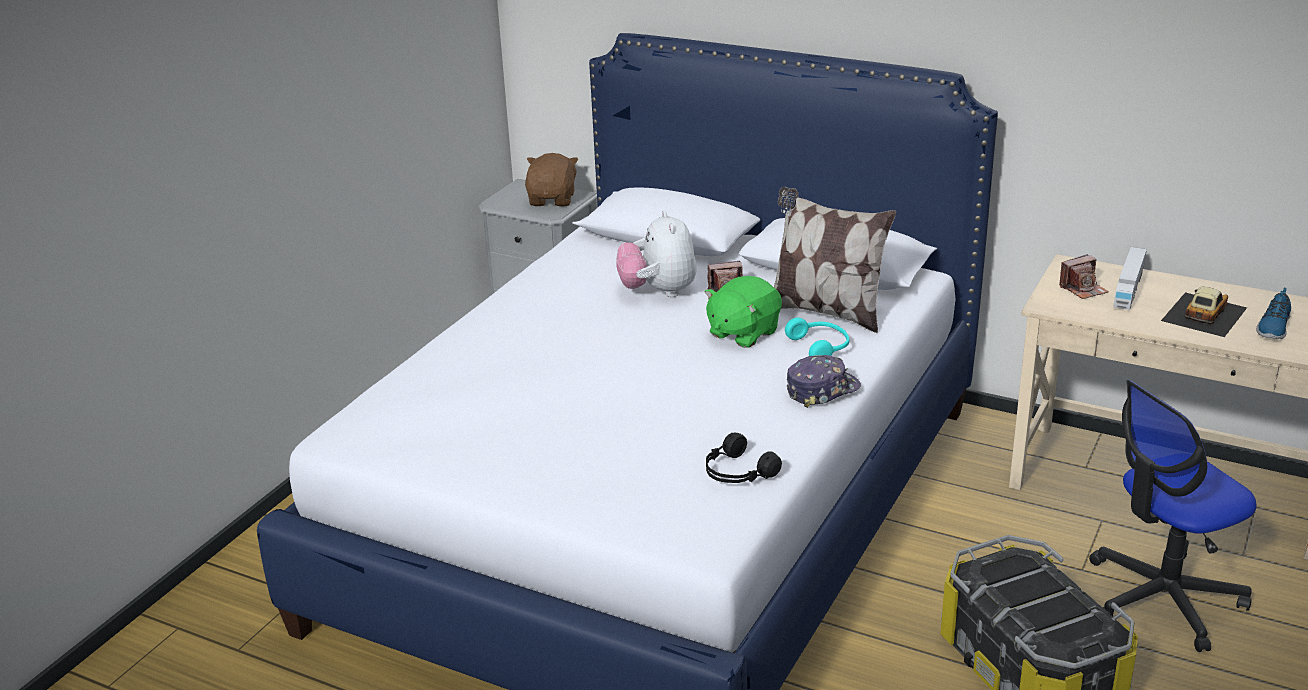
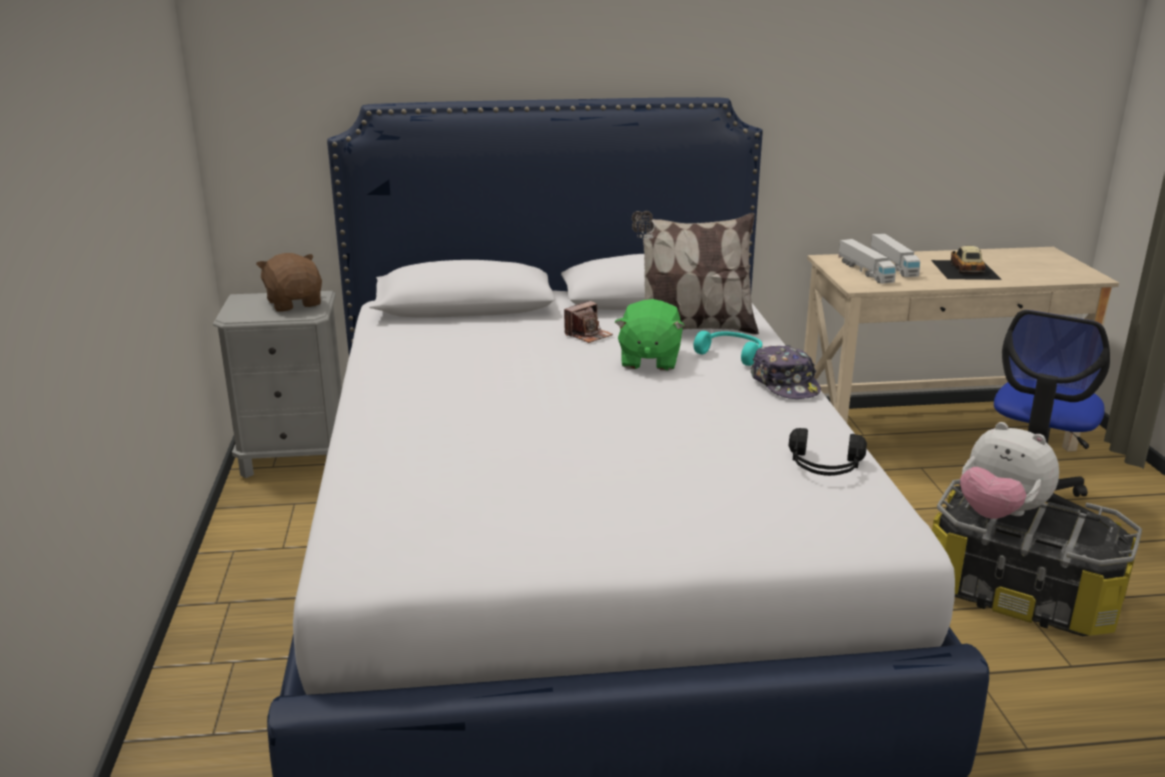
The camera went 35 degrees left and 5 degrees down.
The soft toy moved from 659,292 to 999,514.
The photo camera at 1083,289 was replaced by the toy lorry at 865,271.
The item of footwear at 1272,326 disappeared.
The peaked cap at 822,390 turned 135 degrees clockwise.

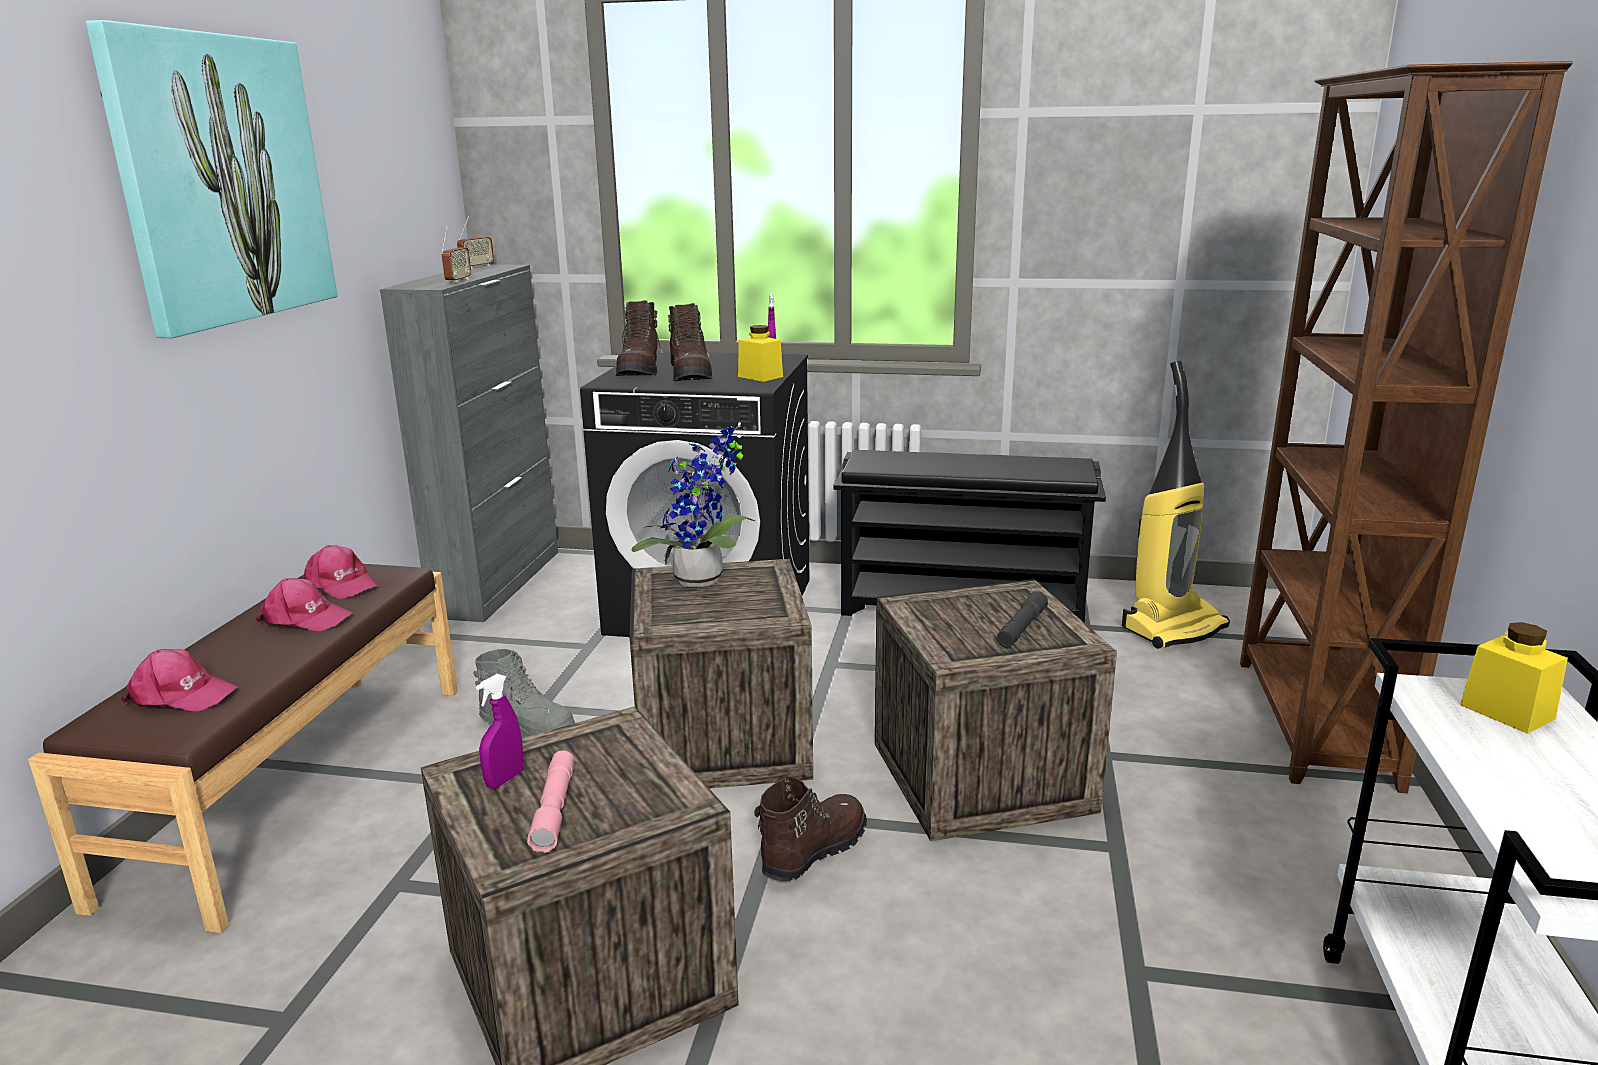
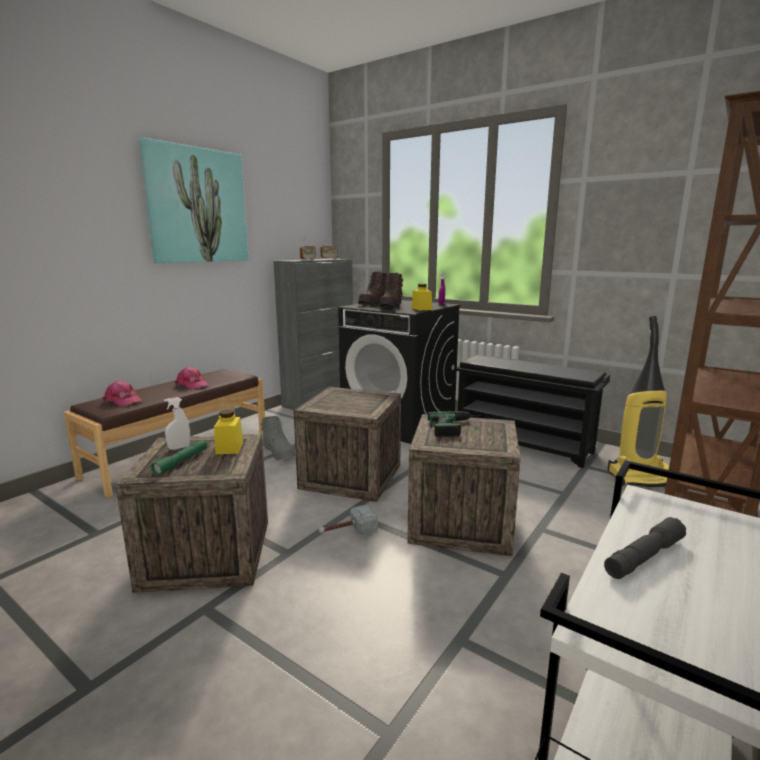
The camera went 25 degrees right and 5 degrees down.
The plant in a pot at 703,581 disappeared.
The peaked cap (pink-coloured) at 341,584 disappeared.
The torch (gray) moved from 1021,628 to 644,557.
The jar (yellow-coloured) moved from 1507,712 to 229,448.
The sprayer (purple) at 505,779 became the sprayer (white-coloured) at 179,448.
The torch (pink-coloured) at 554,809 became the torch (green) at 181,462.
The high-top boot (brown-coloured) at 812,851 was replaced by the hammer at 347,531.
The drill at 457,427 appeared.

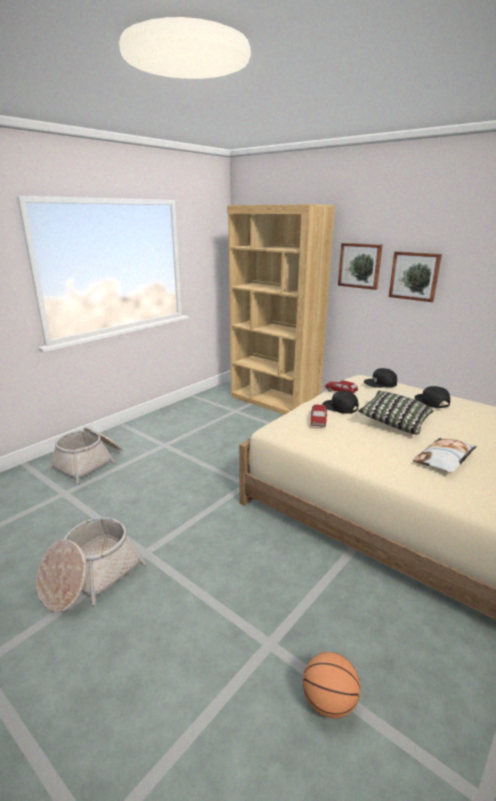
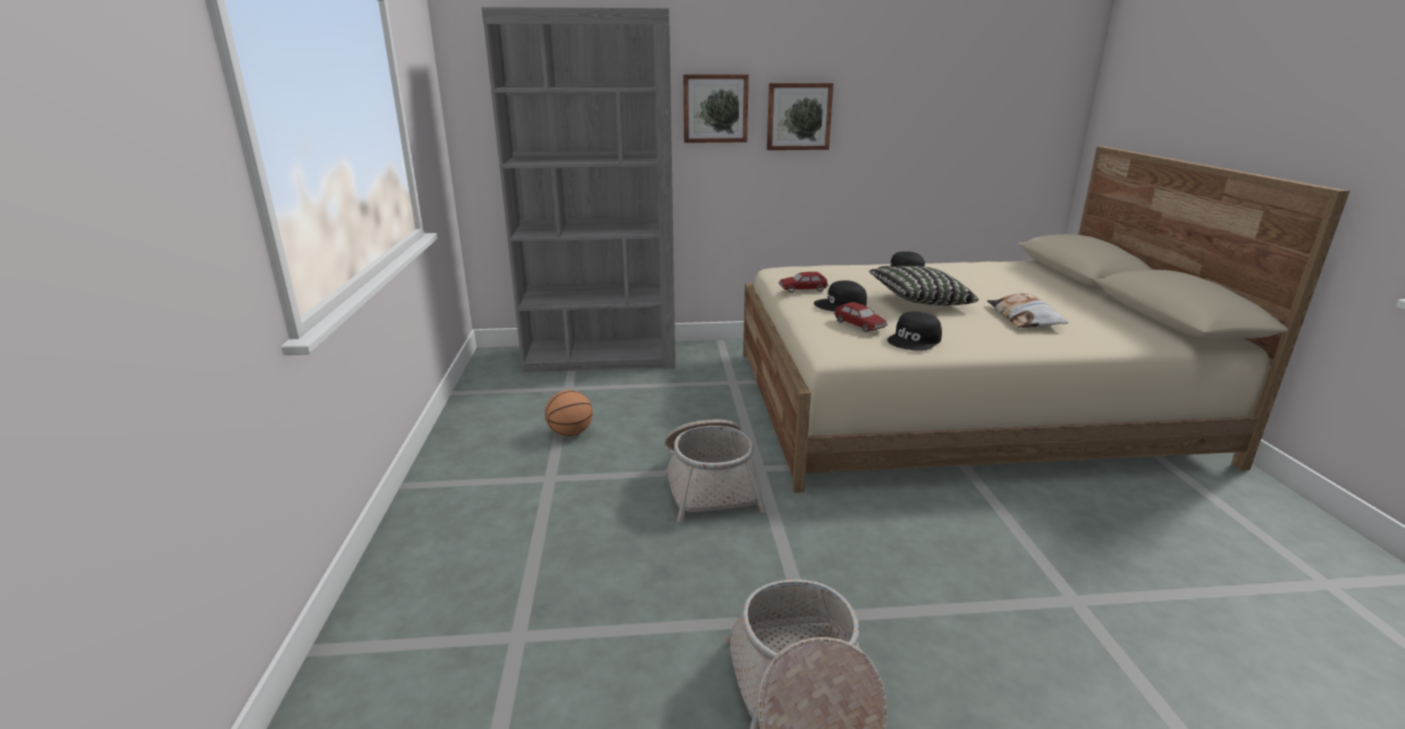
The camera went 45 degrees left and 0 degrees up.
The bookshelf (brown-coloured) at 274,402 became the bookshelf (gray) at 601,357.
The peaked cap (black-coloured) moved from 380,383 to 915,340.
The basket moved from 89,463 to 710,484.
The ball for basketball moved from 329,702 to 570,433.

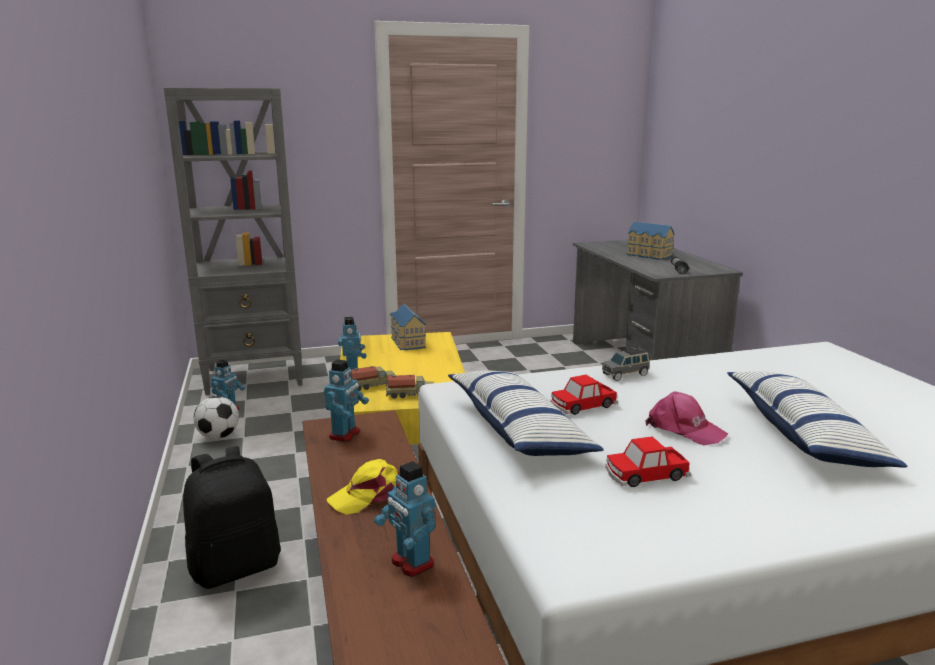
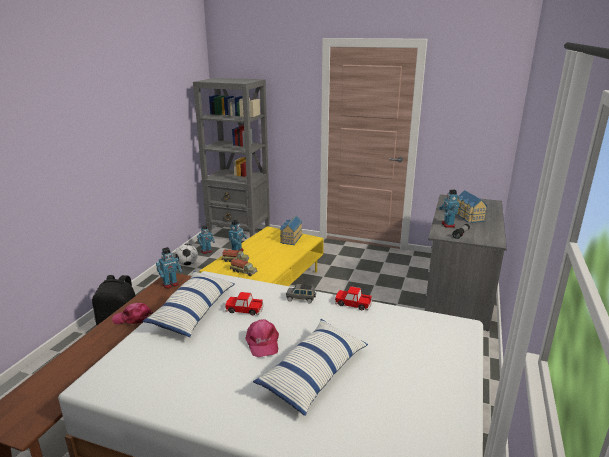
The camera went 35 degrees right and 5 degrees up.
The miniature car moved from 646,475 to 353,304.
The peaked cap (yellow-coloured) at 369,495 became the peaked cap (pink-coloured) at 133,318.
The toy robot moved from 411,563 to 447,225.

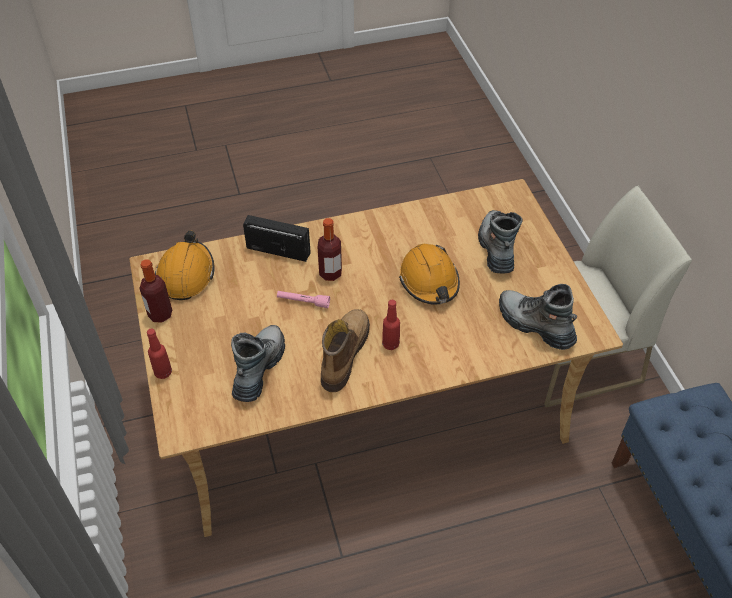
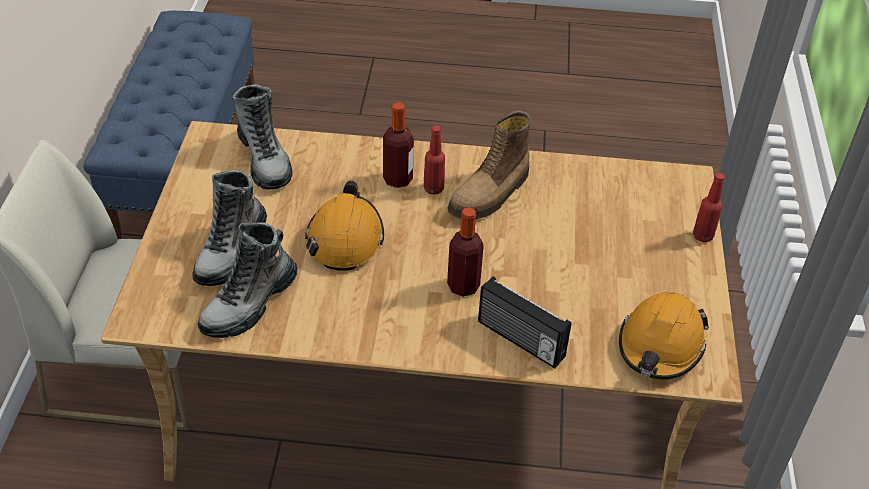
The camera went 160 degrees left and 5 degrees down.
The bottle moved from 160,314 to 397,179.
The torch (pink-coloured) at 303,302 disappeared.
The high-top boot moved from 259,368 to 249,304.

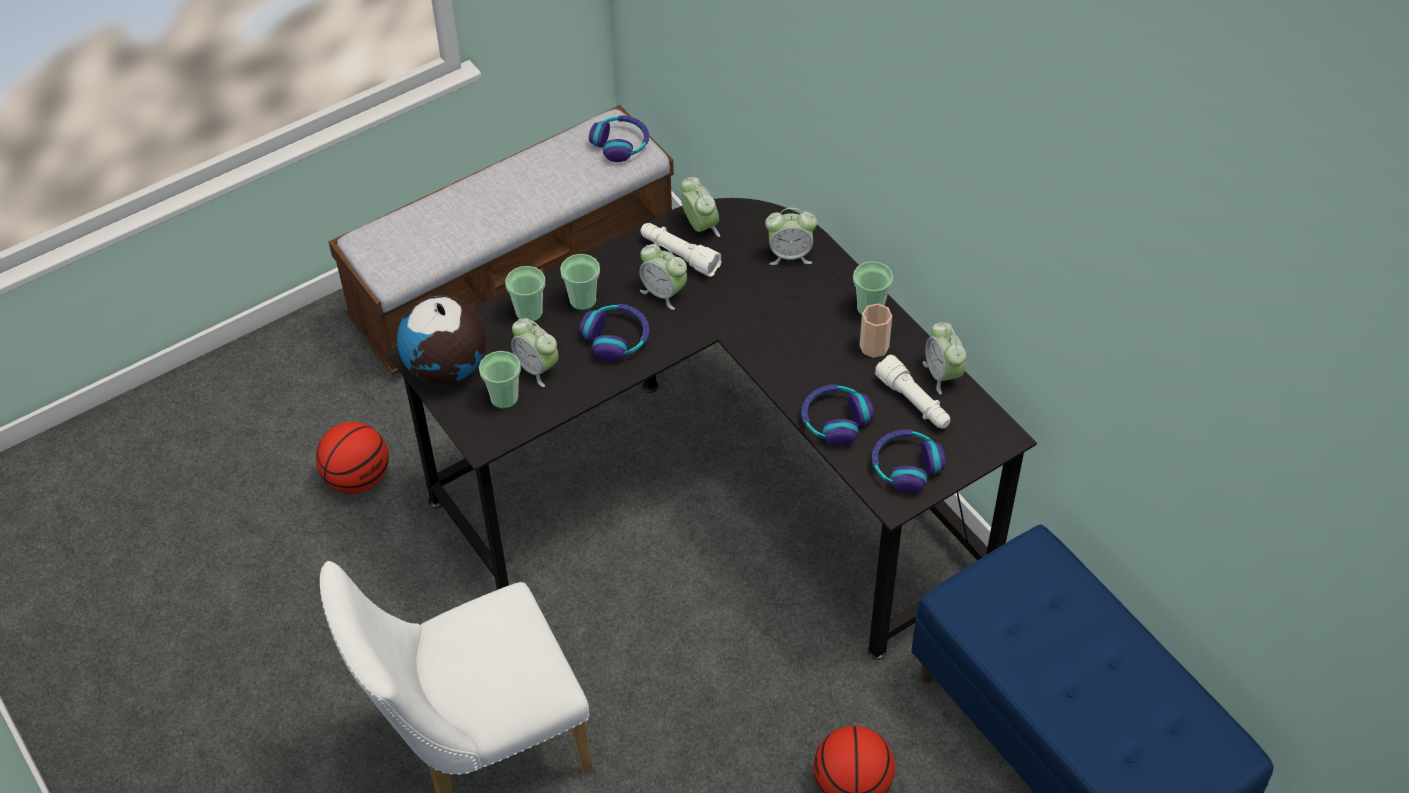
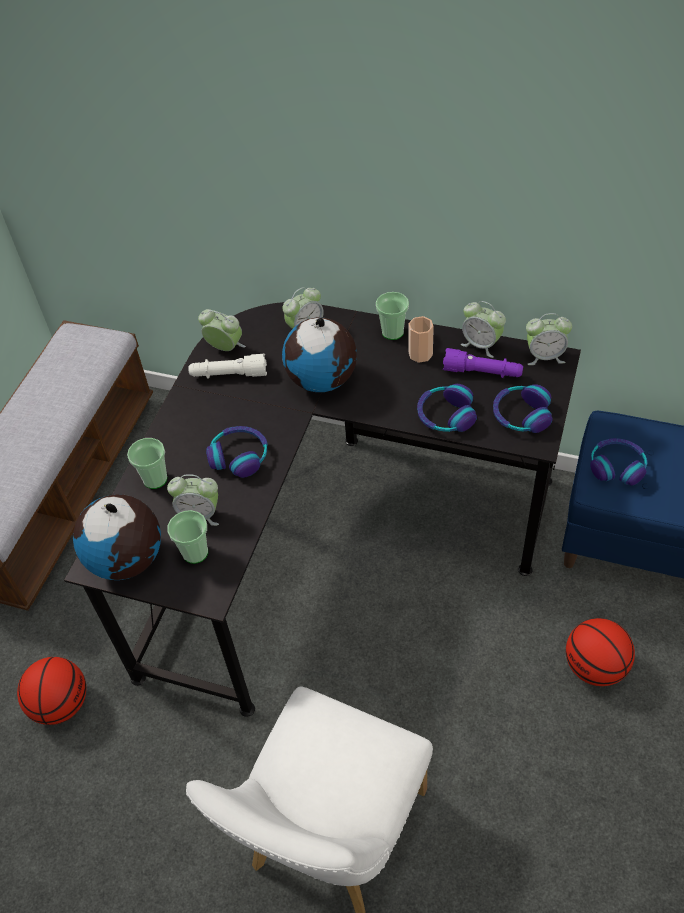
The camera went 35 degrees left and 0 degrees up.
The headphones moved from 621,144 to 617,466.
The bedside clock moved from 663,293 to 544,356.
The drinking cup at 583,300 disappeared.
The torch (white-coloured) at 914,402 became the torch (purple) at 482,372.
The desk globe at 323,380 appeared.

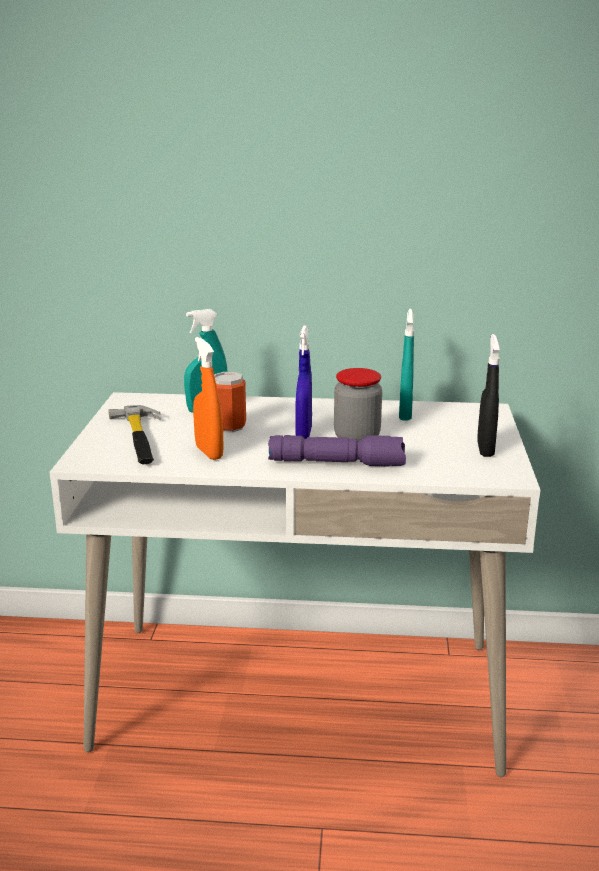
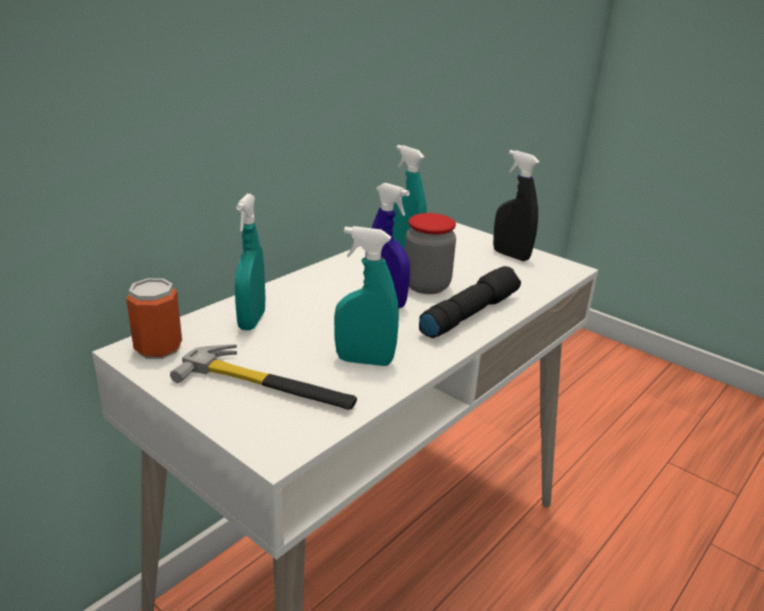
The camera went 55 degrees left and 5 degrees up.
The sprayer (orange) at 209,452 became the sprayer (turquoise) at 364,361.
The metal can moved from 229,426 to 158,348.
The torch (purple) at 338,463 became the torch (black-coloured) at 469,313.

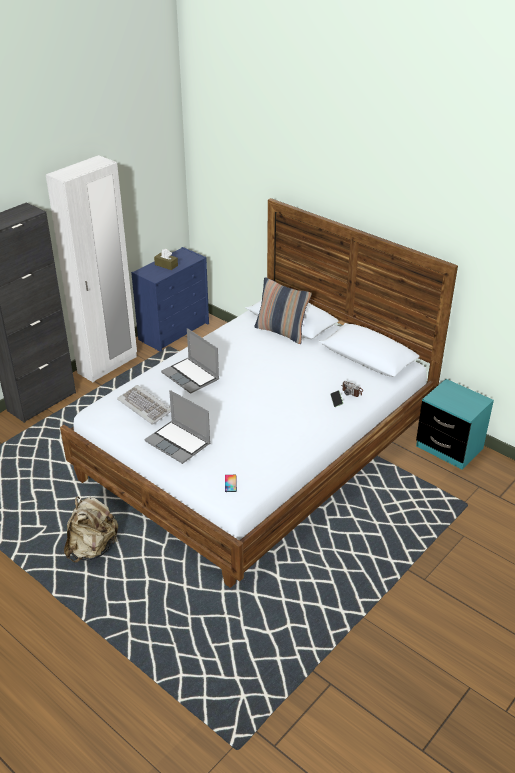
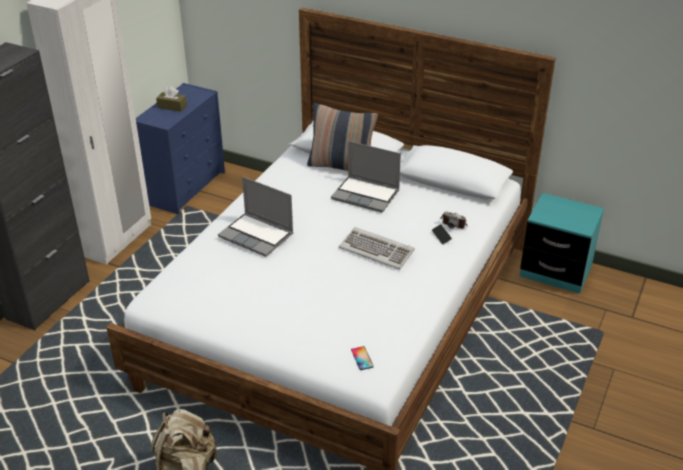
The camera went 15 degrees left and 0 degrees up.
The keyboard moved from 145,406 to 377,250.
The portable computer moved from 179,443 to 366,195.

